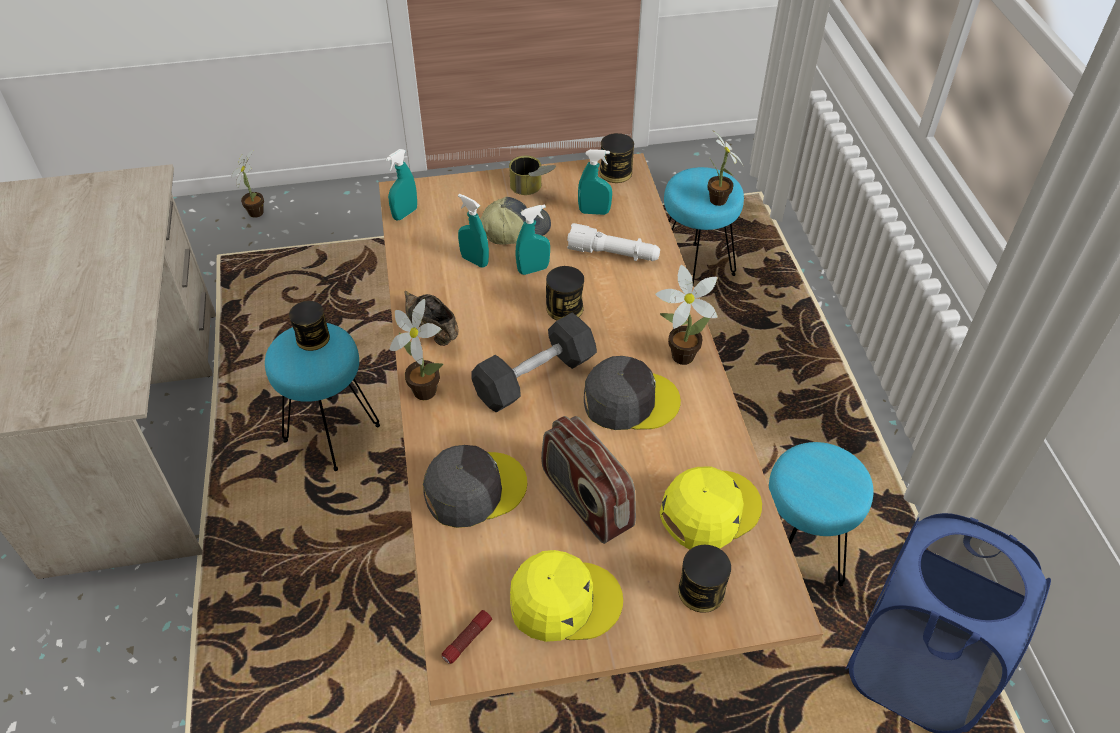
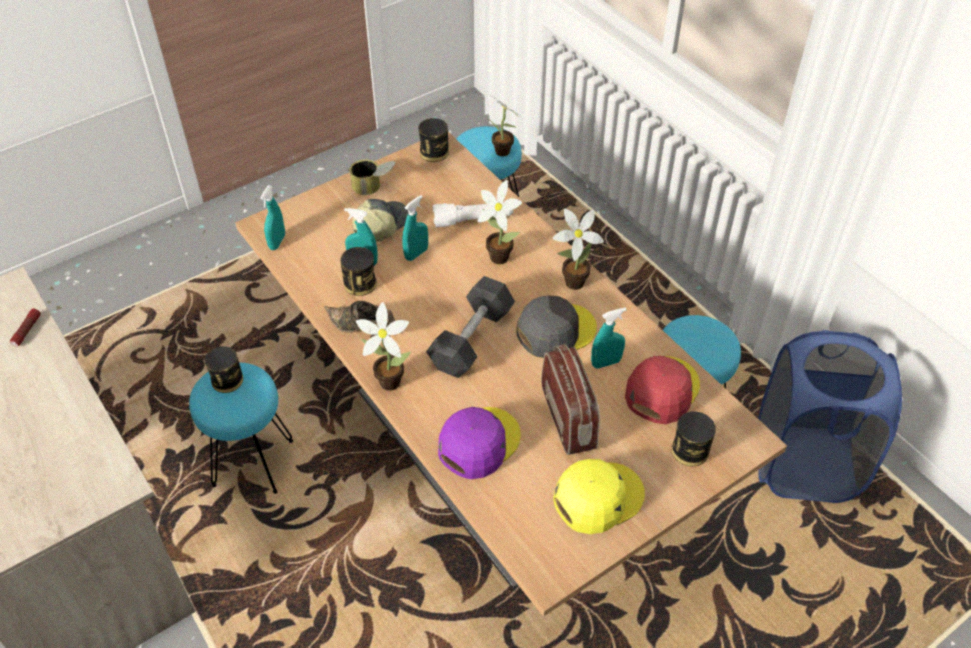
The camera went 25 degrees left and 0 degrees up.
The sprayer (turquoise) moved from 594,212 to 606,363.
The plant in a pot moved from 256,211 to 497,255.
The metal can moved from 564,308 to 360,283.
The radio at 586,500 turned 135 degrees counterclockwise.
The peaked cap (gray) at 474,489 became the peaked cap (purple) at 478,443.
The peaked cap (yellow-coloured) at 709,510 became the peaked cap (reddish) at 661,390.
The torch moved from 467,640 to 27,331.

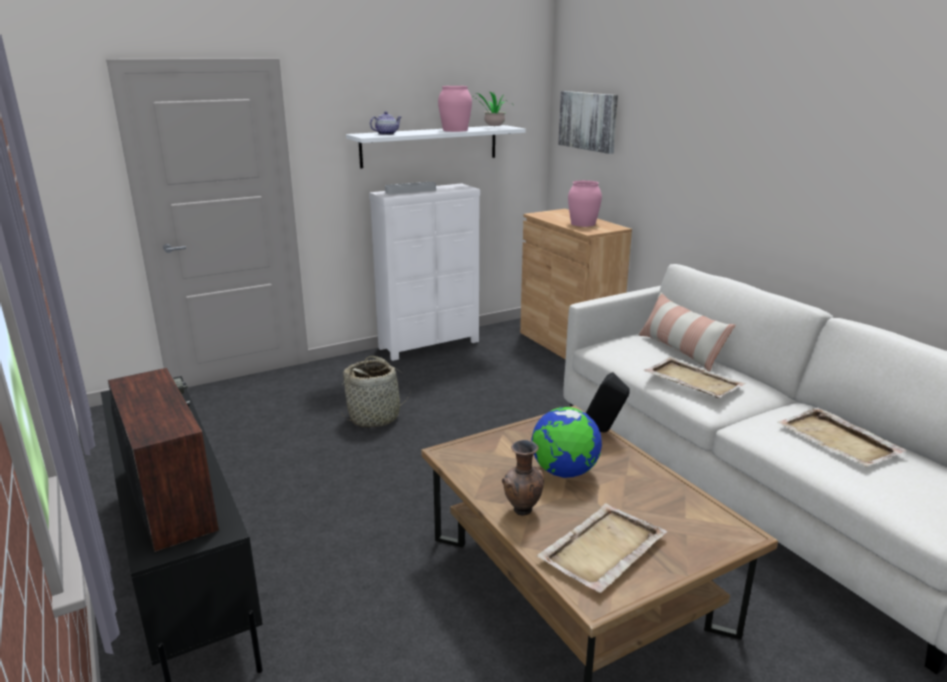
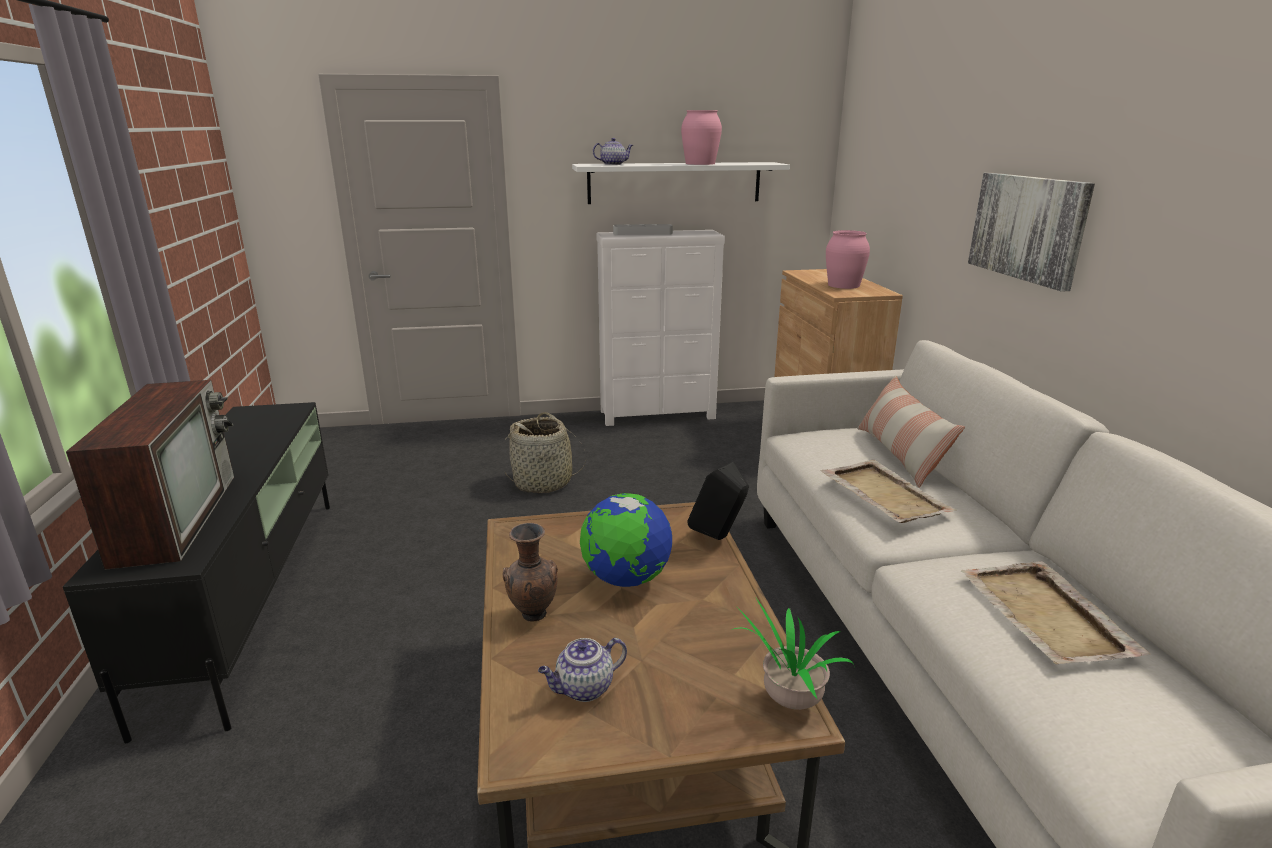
The camera went 20 degrees right and 0 degrees up.
The plant in a pot moved from 493,127 to 787,703.
The wall art moved from 588,121 to 1028,227.
The tray (beige-coloured) at 601,549 was replaced by the tea pot at 583,689.

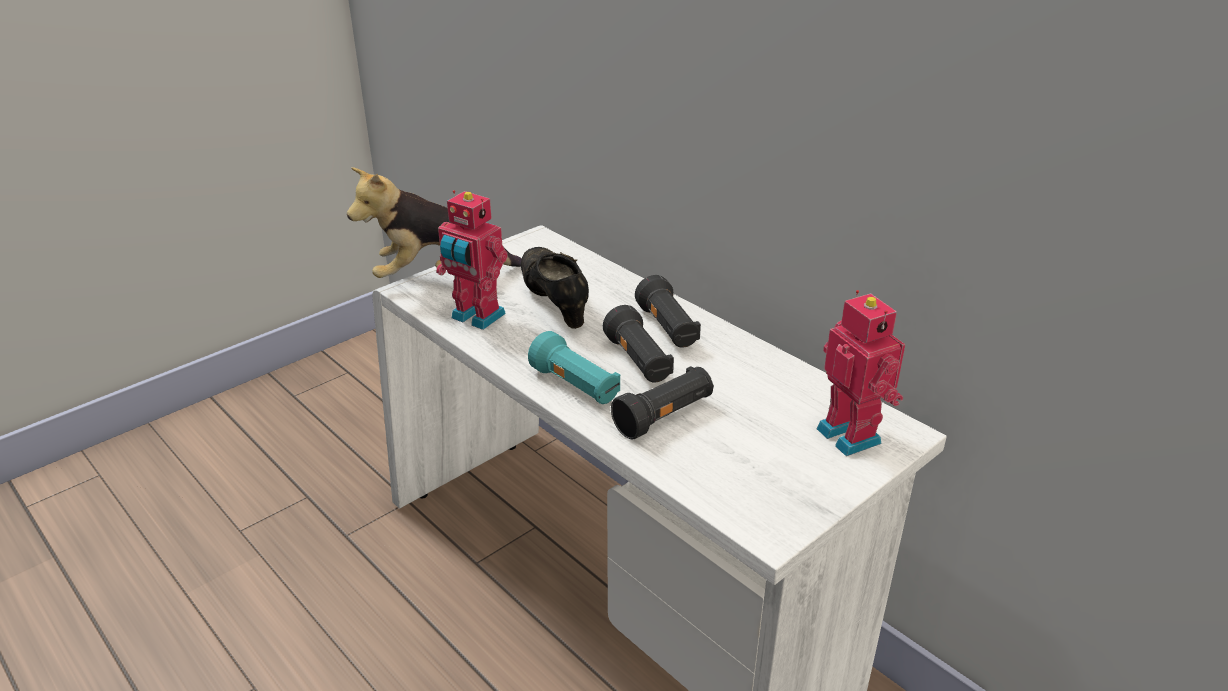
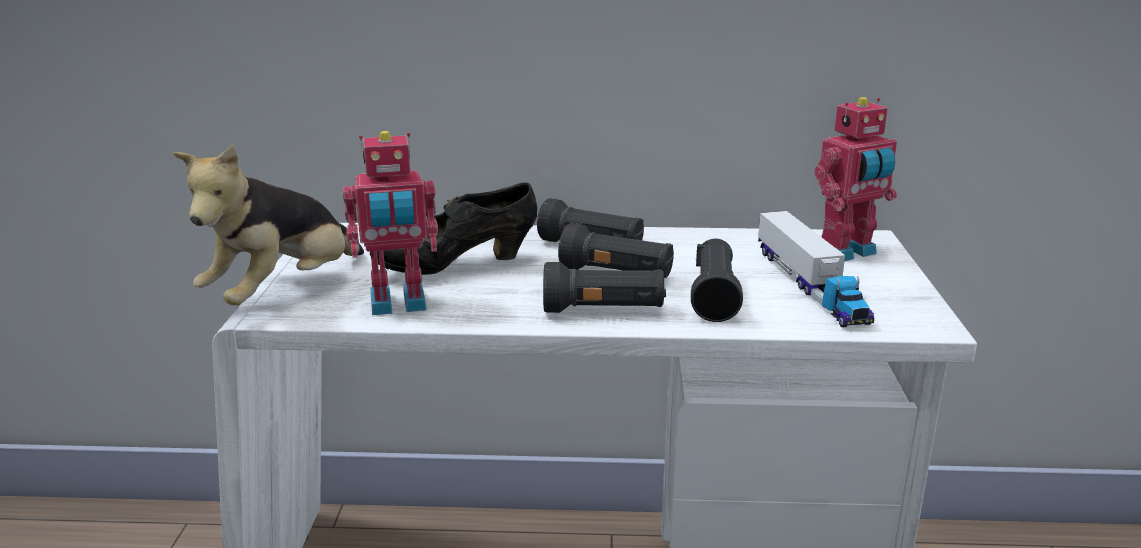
The camera went 45 degrees left and 10 degrees down.
The item of footwear (black-coloured) at 555,303 turned 45 degrees counterclockwise.
The toy robot at 852,435 turned 135 degrees clockwise.
The torch (turquoise) at 576,386 became the torch (black-coloured) at 604,310.
The toy lorry at 810,286 appeared.

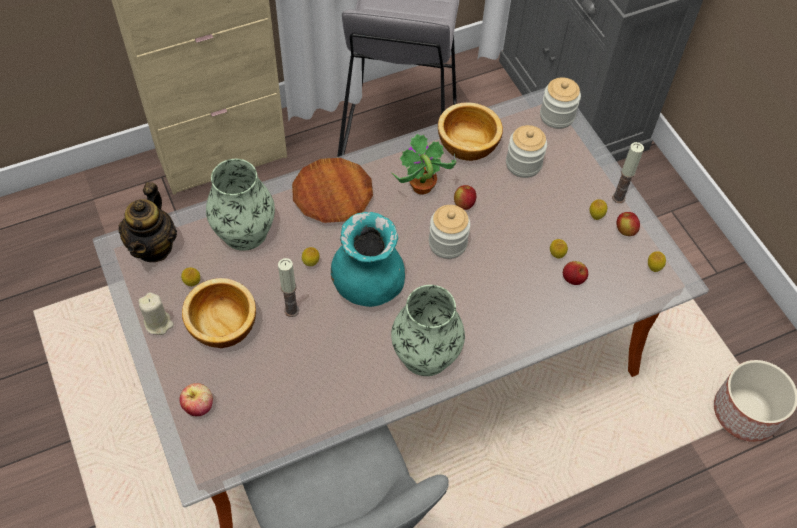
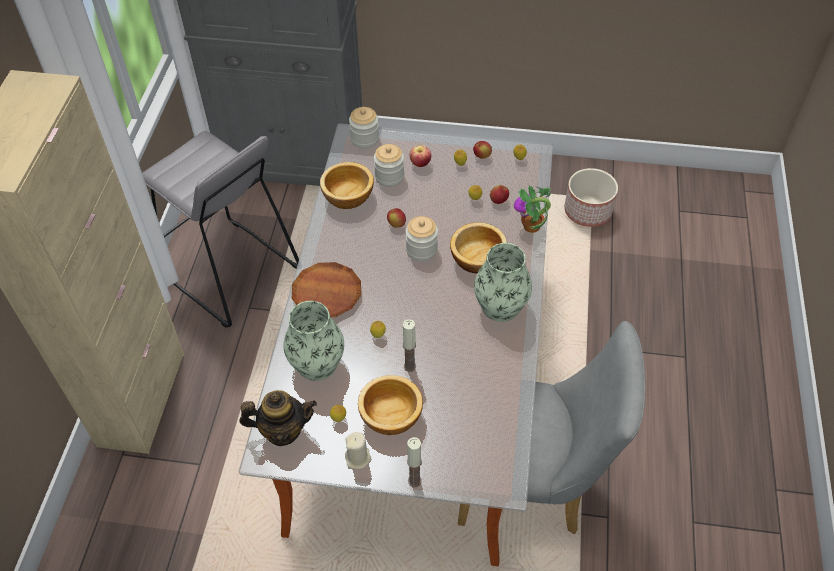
The camera went 55 degrees left and 5 degrees down.
The plant in a pot moved from 421,187 to 532,227.
The wax candle moved from 618,197 to 414,481.
The tea pot at 154,246 turned 45 degrees counterclockwise.
The flower vase (turquoise) at 368,286 disappeared.
The apple moved from 199,406 to 420,163.
The deep dish at 478,258 appeared.

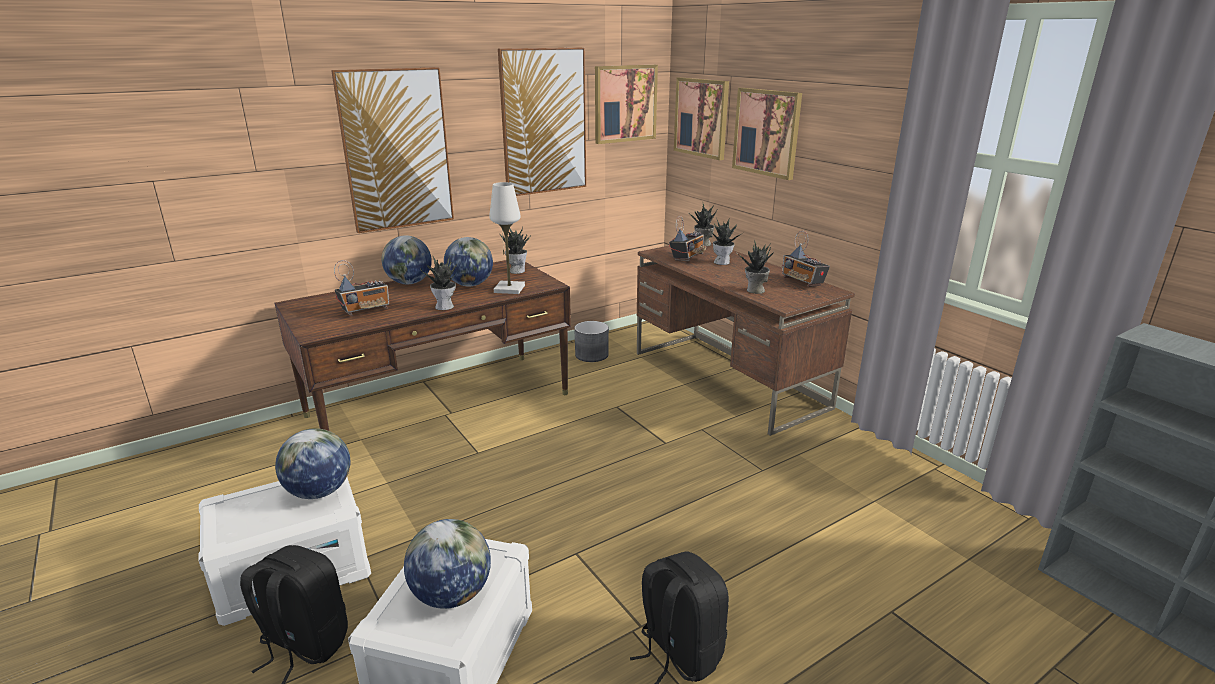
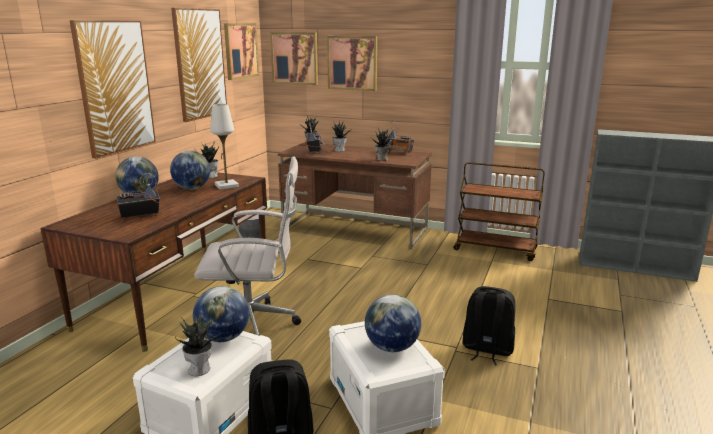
The camera went 35 degrees left and 5 degrees down.
The plant in a pot moved from 445,306 to 200,369.
The radio at 366,310 turned 135 degrees counterclockwise.
The office chair (white-coloured) at 255,325 appeared.
The wheeled cart (brown-coloured) at 496,249 appeared.

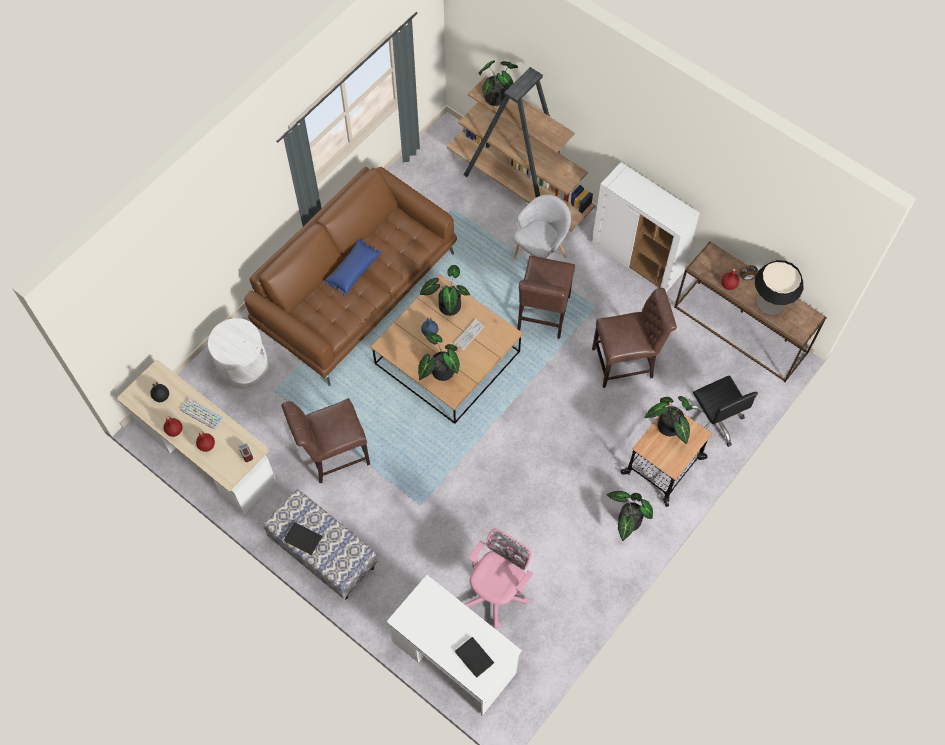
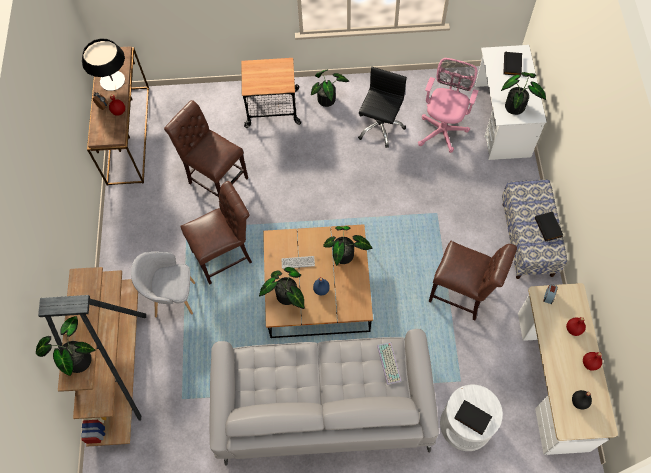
The camera went 130 degrees left and 0 degrees up.
The cabinet (white-coloured) at 637,258 disappeared.
The couch (brown-coloured) at 356,288 became the couch (gray) at 322,404.
The pillow (bluish) at 353,270 disappeared.
The office chair (black-coloured) moved from 714,421 to 379,127.
The plant in a pot moved from 668,428 to 517,105.
The keyboard moved from 200,414 to 390,363.
The office chair (pink-coloured) at 496,592 turned 120 degrees clockwise.
The volume (black-coloured) at 472,418 appeared.

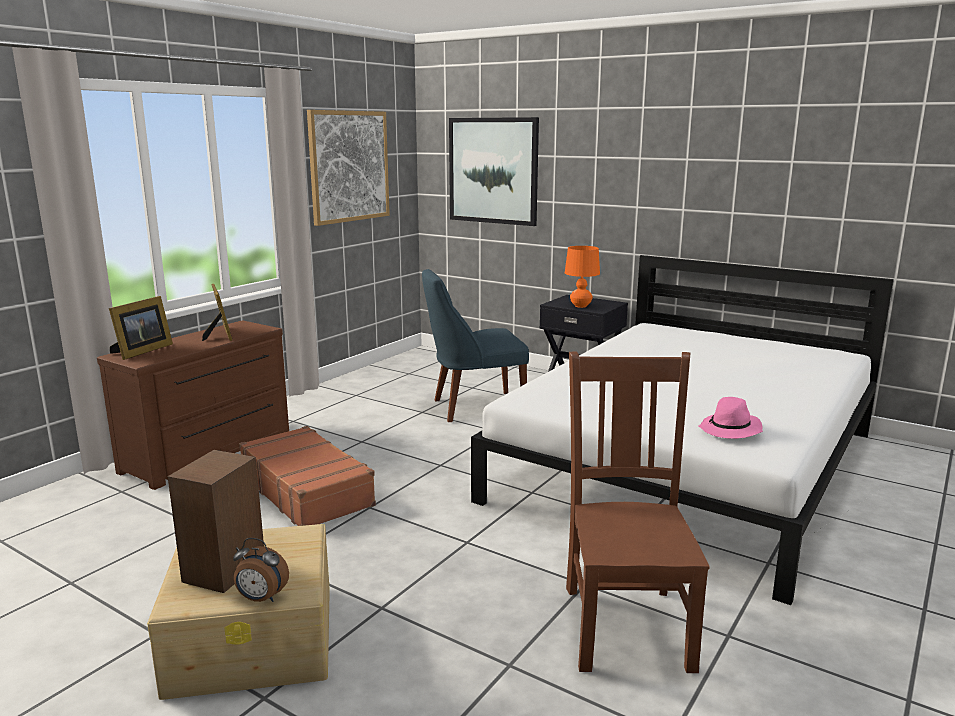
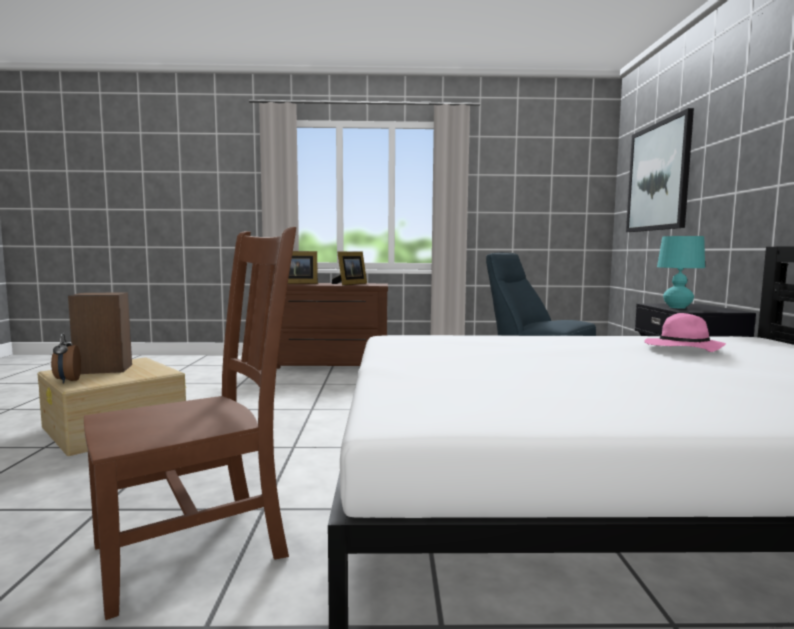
The camera went 55 degrees right and 10 degrees down.
The wall art at 349,166 disappeared.
The table lamp (orange) at 580,306 became the table lamp (turquoise) at 677,307.
The hat (pink-coloured) moved from 730,430 to 682,349.
The suitcase (brown-coloured) at 307,490 disappeared.

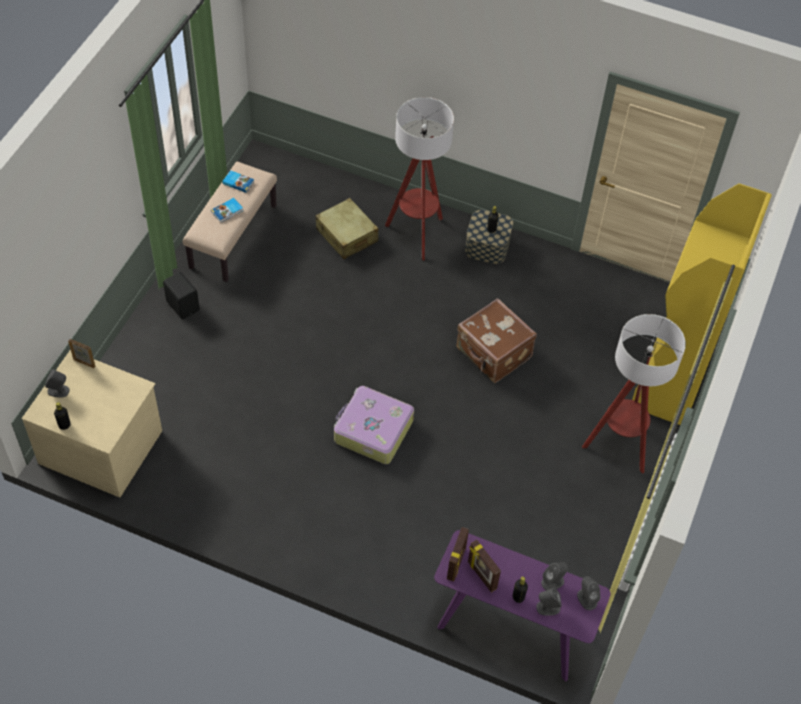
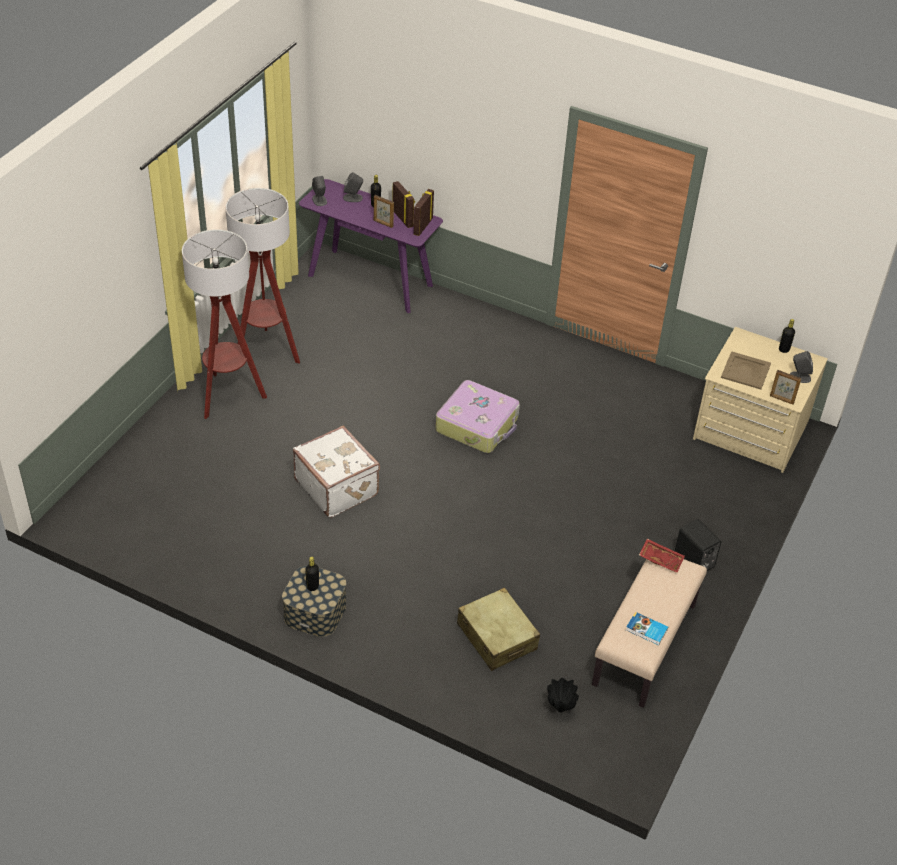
The camera went 175 degrees left and 10 degrees down.
The floor lamp moved from 416,234 to 266,352.
The bookshelf (yellow-coloured) at 670,382 disappeared.
The volume at 227,211 disappeared.
The suitcase (brown-coloured) at 493,354 became the suitcase (white-coloured) at 337,487.
The audio speaker (gray) at 553,582 disappeared.
The photo frame at 383,223 appeared.
The tray (beige-coloured) at 746,371 appeared.
The tray (reddish) at 661,559 appeared.
The flower vase (black-coloured) at 560,708 appeared.

